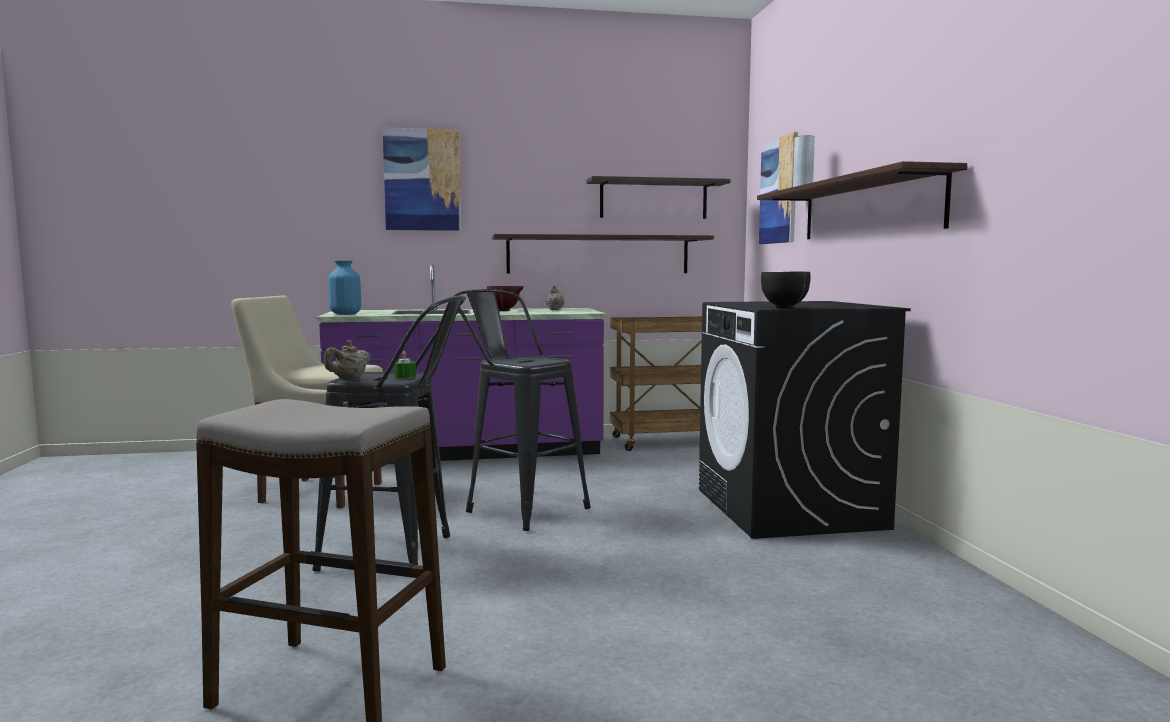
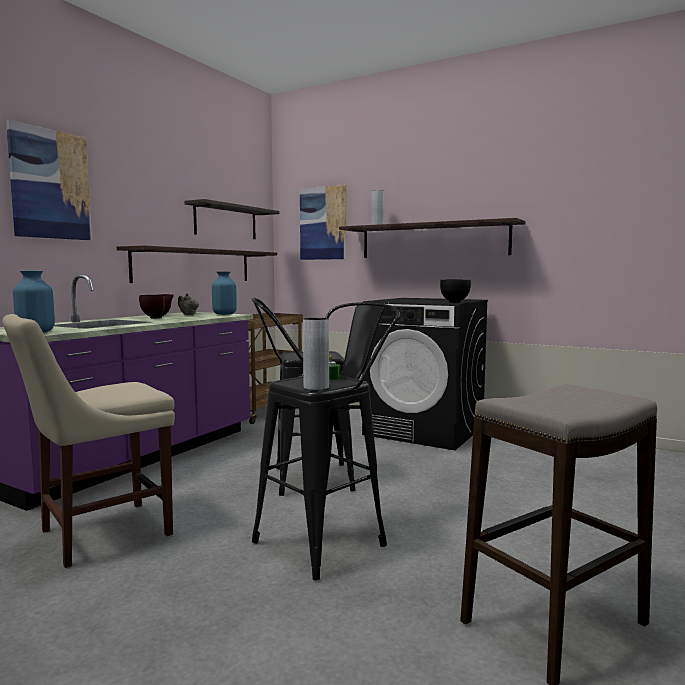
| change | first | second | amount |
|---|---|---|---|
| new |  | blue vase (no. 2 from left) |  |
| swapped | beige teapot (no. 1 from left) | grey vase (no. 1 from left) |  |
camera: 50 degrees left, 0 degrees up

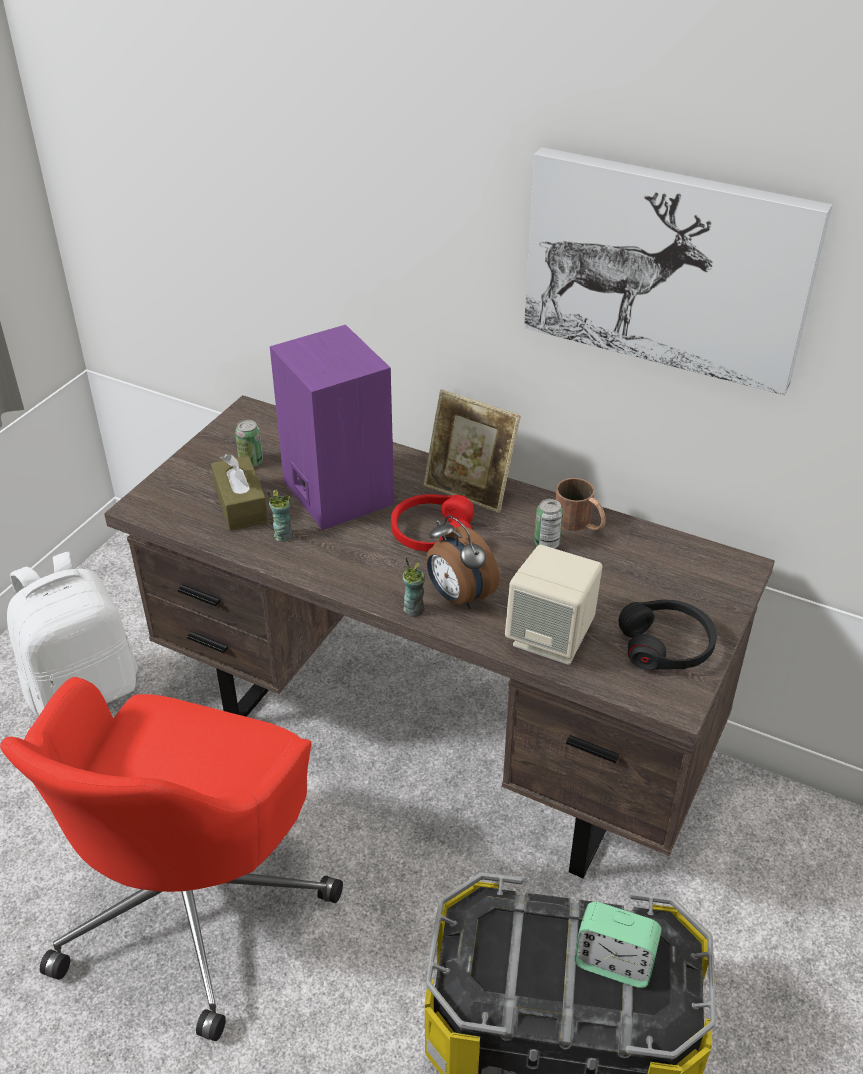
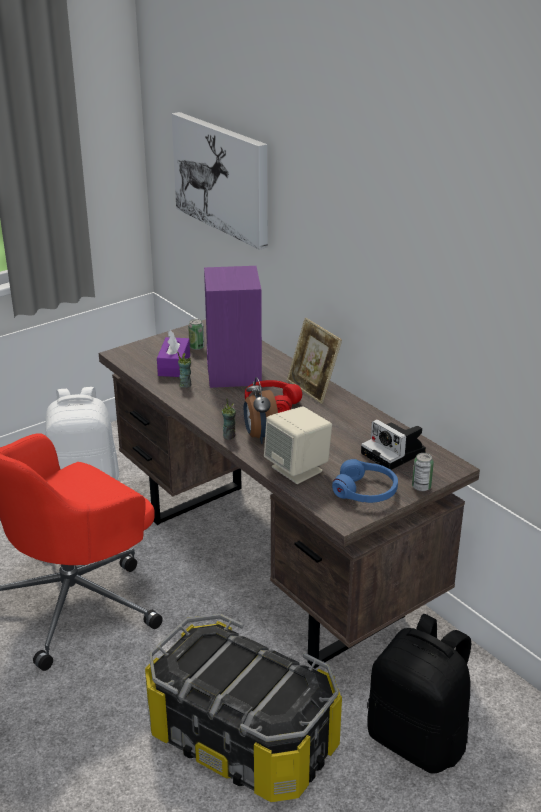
| change | first | second | amount |
|---|---|---|---|
| gone | brown mug |  |  |
| gone | alarm clock (no. 2 from left) |  |  |
| new |  | photo camera |  |
| new |  | black backpack |  |
| shifted | picture |  |  |
| shifted | can (no. 2 from left) |  |  |
| repainted | brown tissue box | purple tissue box |  |
| repainted | black headphones | blue headphones |  |
camera: 25 degrees right, 10 degrees down

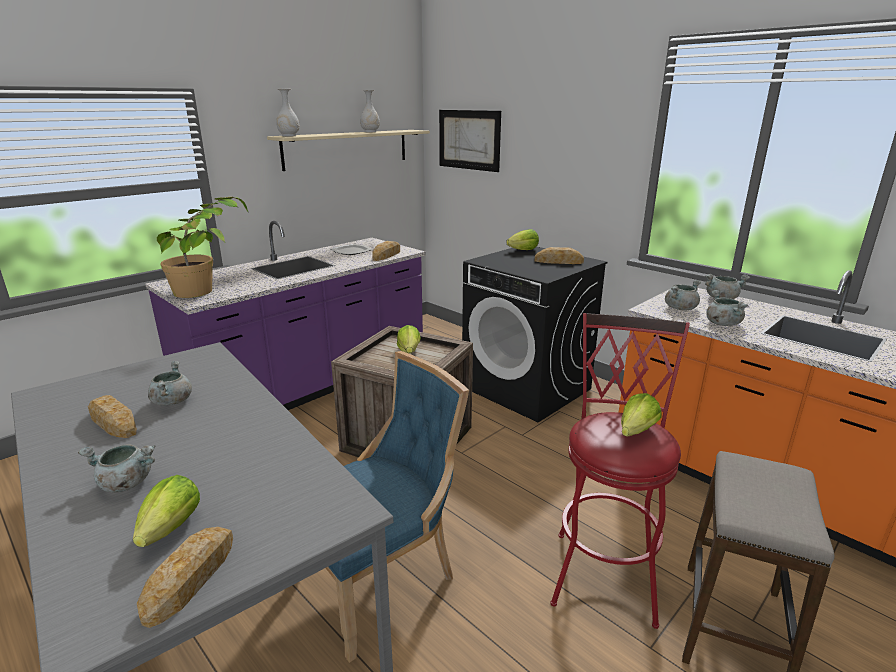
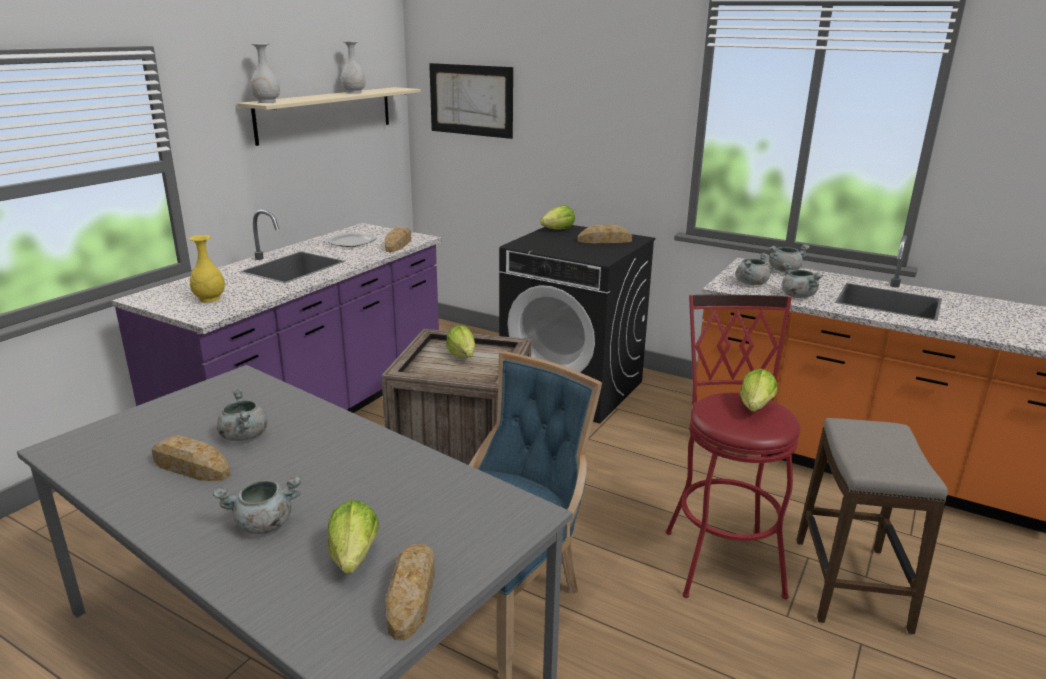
| change | first | second | amount |
|---|---|---|---|
| swapped | potted plant | yellow vase |  |
camera: 15 degrees left, 0 degrees up

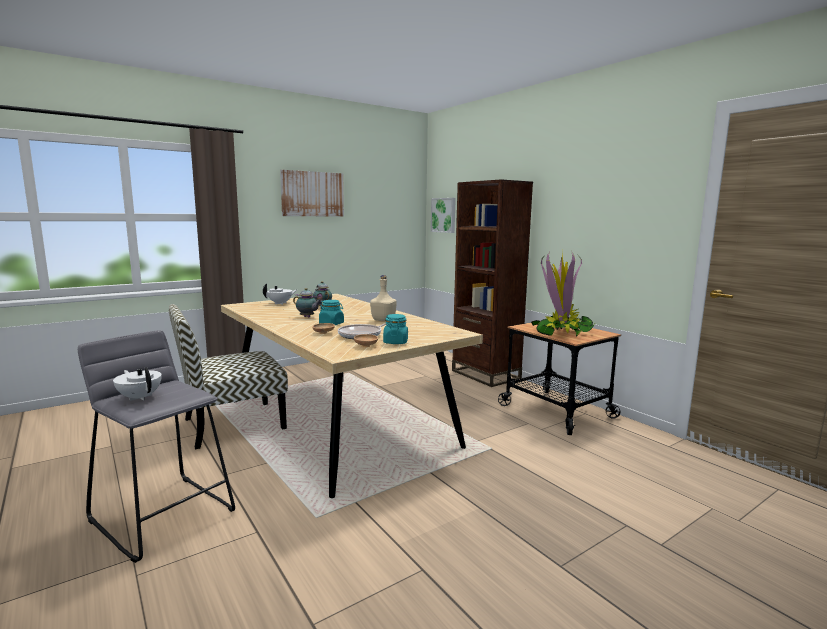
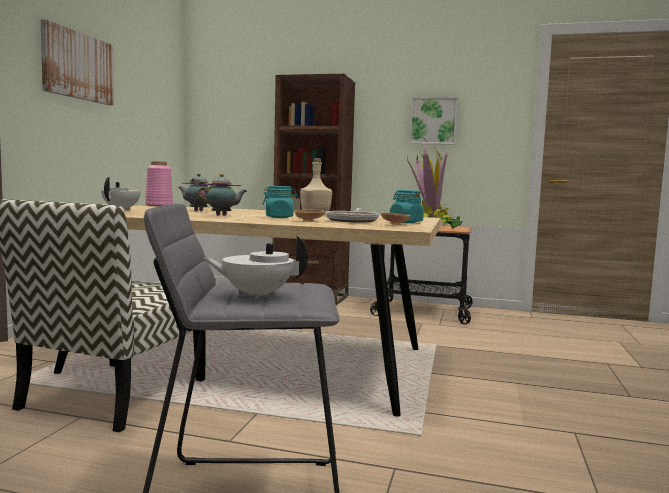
| change | first | second | amount |
|---|---|---|---|
| new |  | pink vase |  |
| shifted | picture (no. 2 from left) |  |  |
camera: 40 degrees left, 5 degrees down

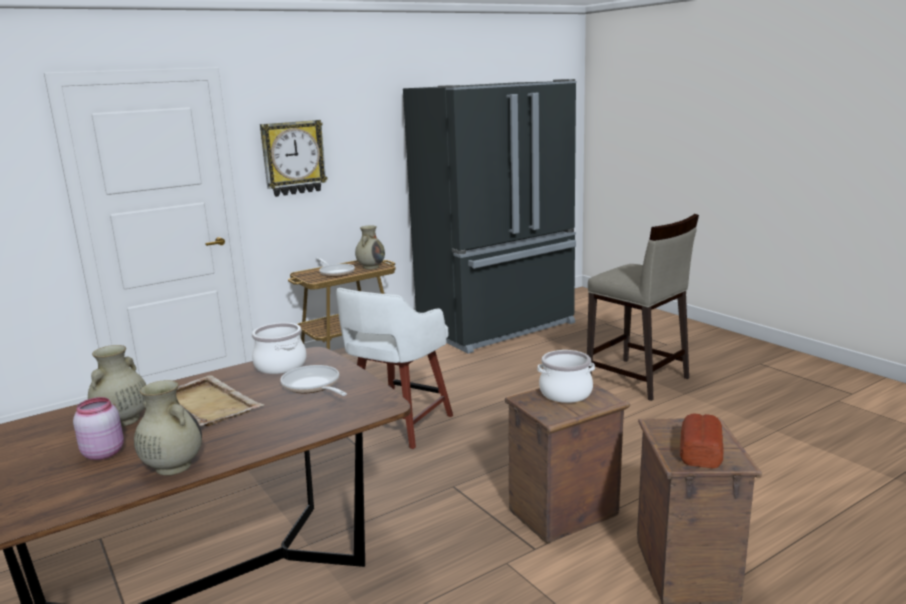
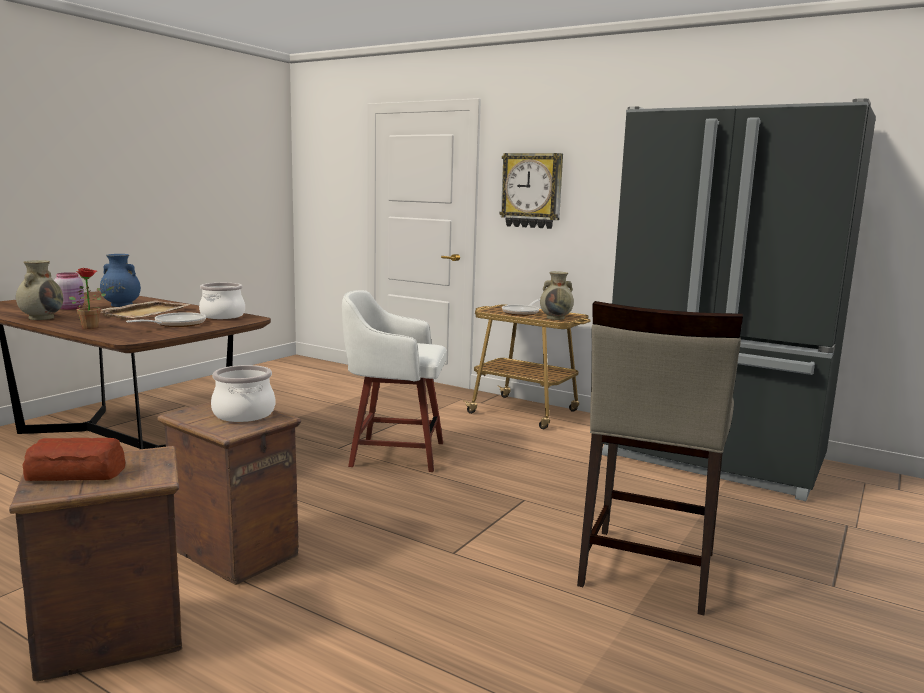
| change | first | second | amount |
|---|---|---|---|
| new |  | potted plant |  |
| repainted | beige vase (no. 1 from left) | blue vase |  |
camera: 65 degrees right, 5 degrees down

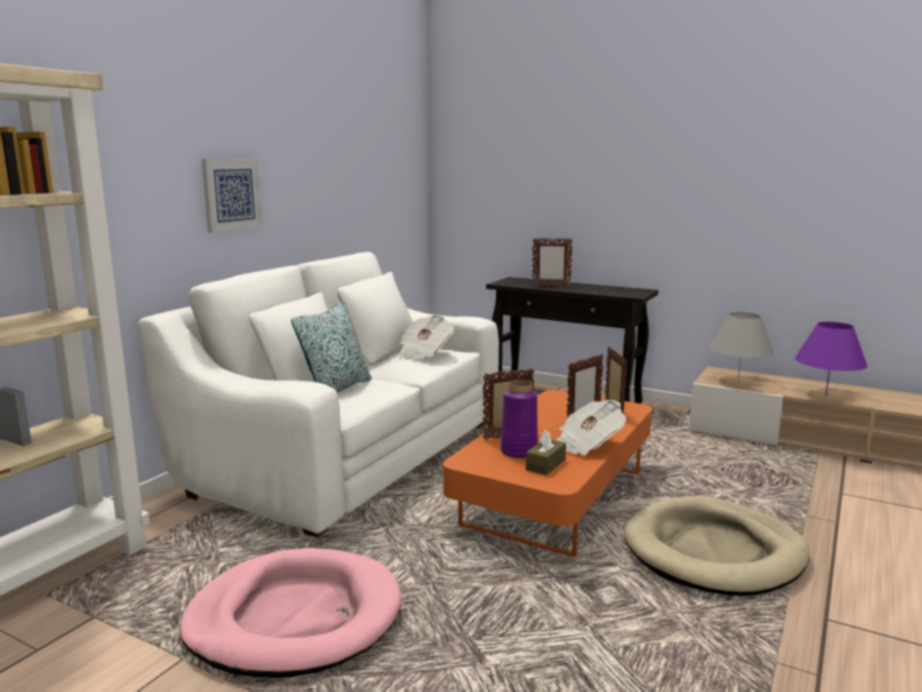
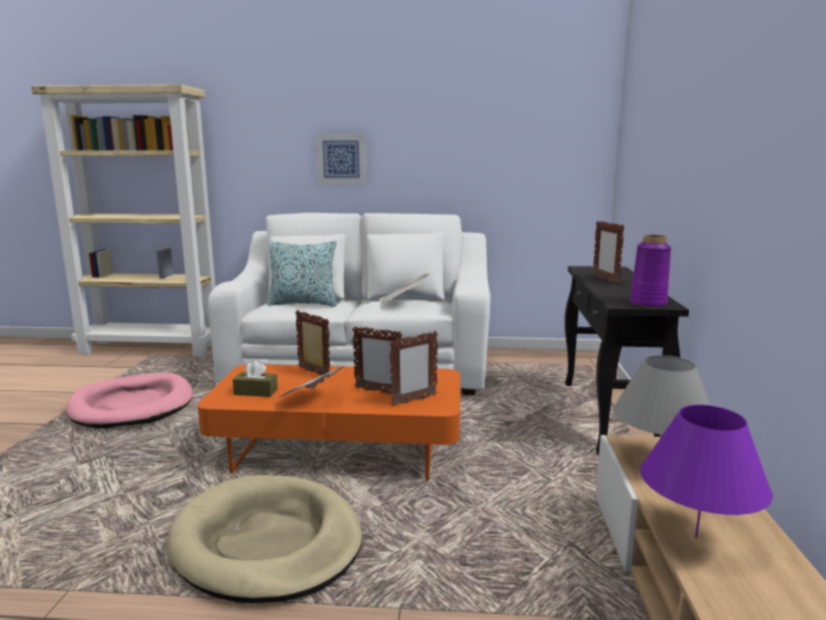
| change | first | second | amount |
|---|---|---|---|
| shifted | purple vase |  |  |
camera: 65 degrees right, 0 degrees up

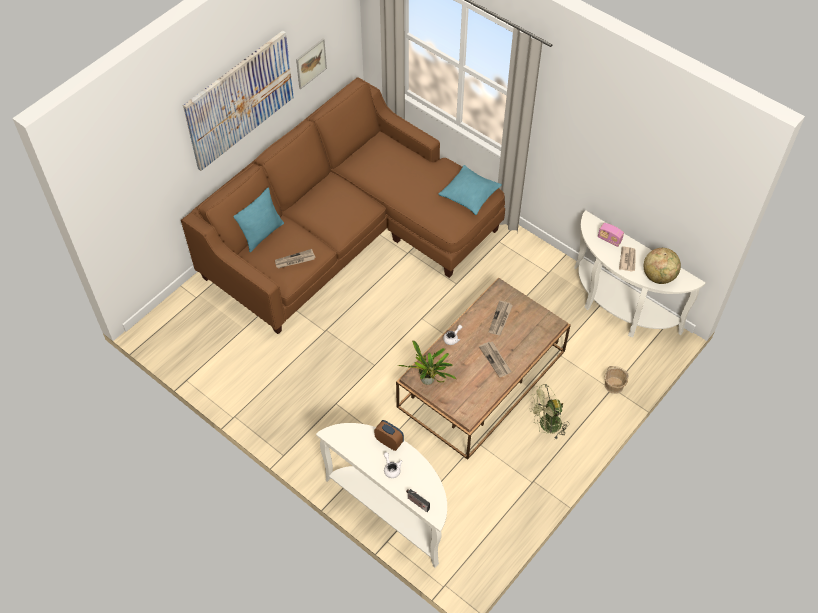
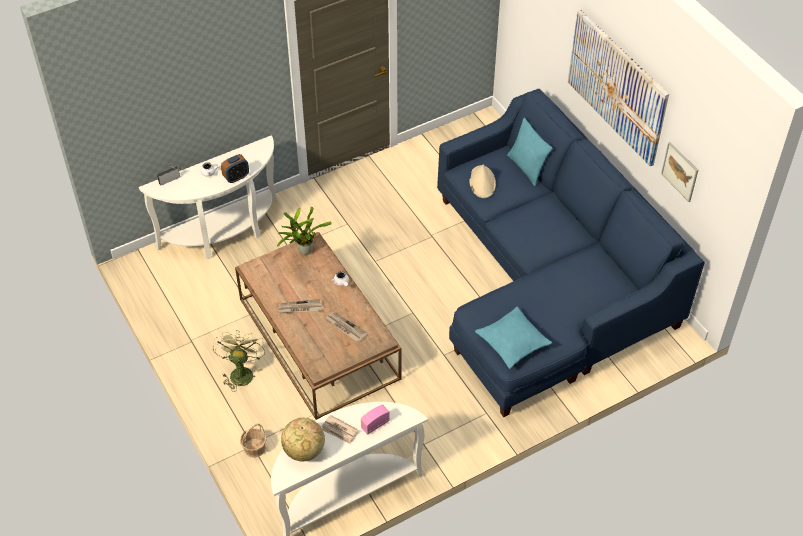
| change | first | second | amount |
|---|---|---|---|
| swapped | newspaper (no. 1 from left) | beige hat |  |
| repainted | brown sofa | blue sofa |  |
camera: 110 degrees right, 5 degrees down

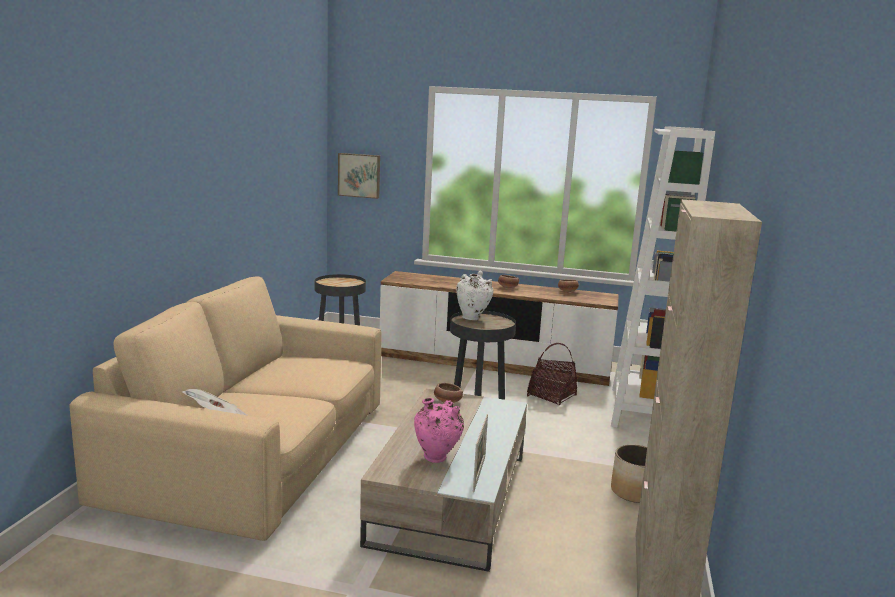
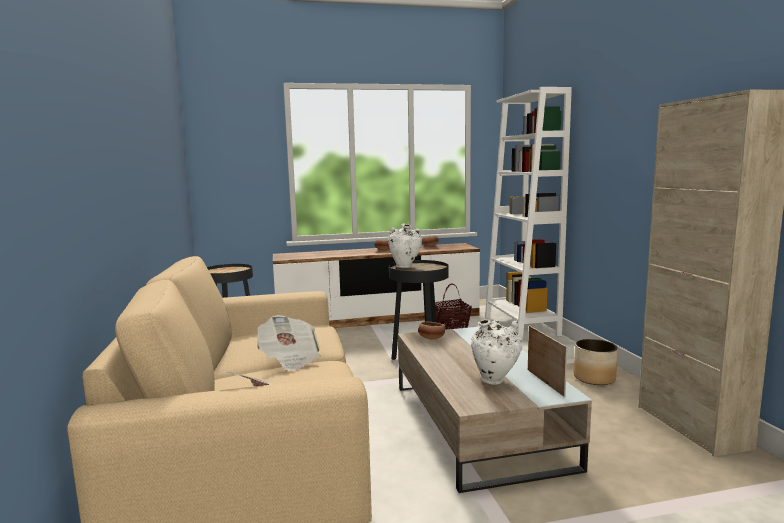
| change | first | second | amount |
|---|---|---|---|
| gone | picture |  |  |
| new |  | newspaper (no. 2 from left) |  |
| repainted | pink vase | white vase (no. 2 from left) |  |
camera: 25 degrees left, 5 degrees down

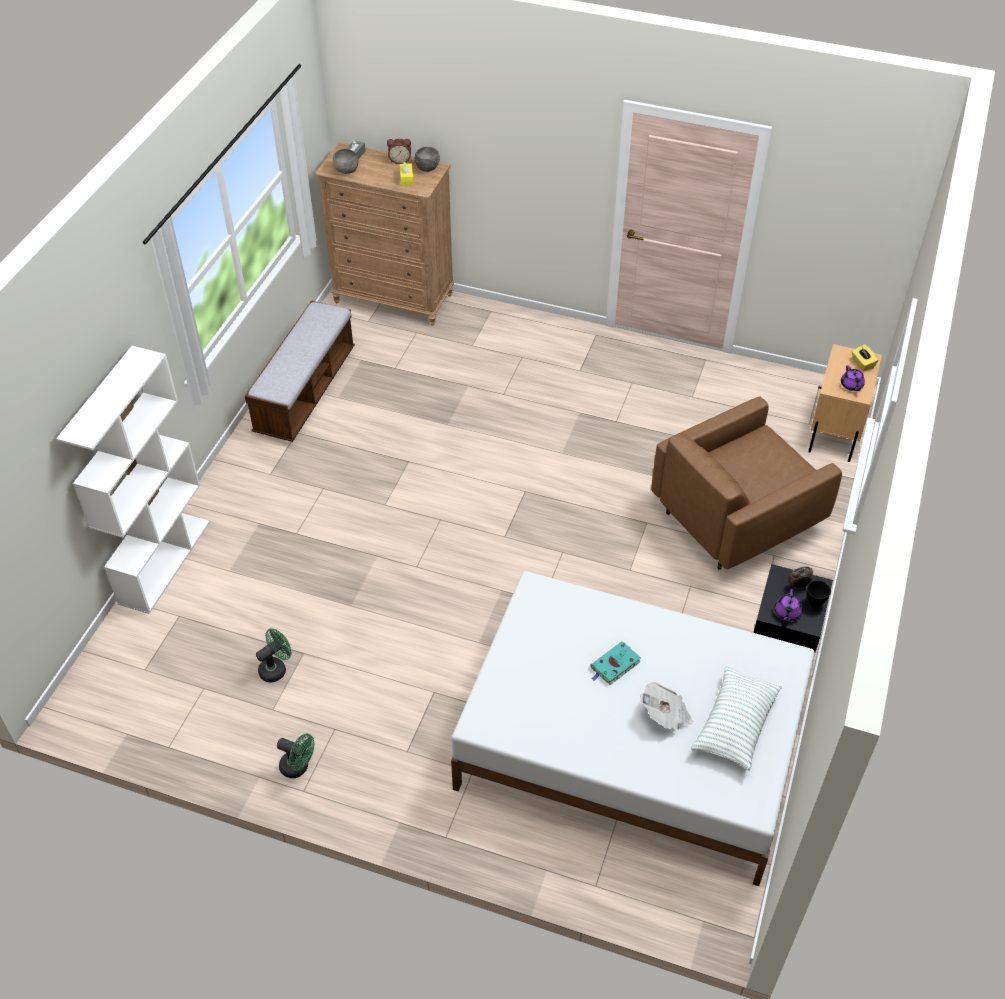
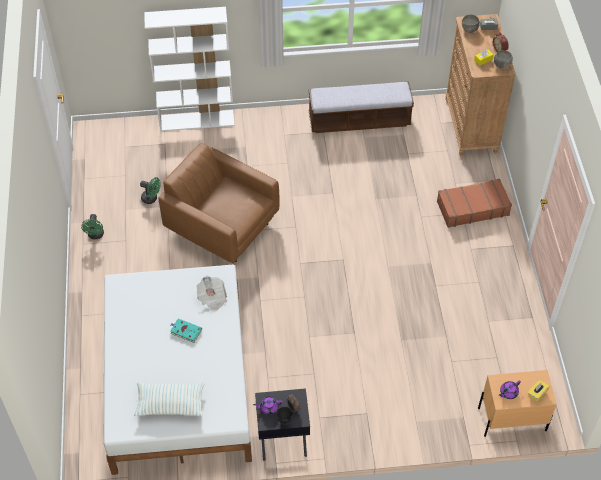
| change | first | second | amount |
|---|---|---|---|
| new |  | brown suitcase |  |
| shifted | newspaper |  |  |
| shifted | brown armchair |  |  |
camera: 65 degrees right, 5 degrees up

